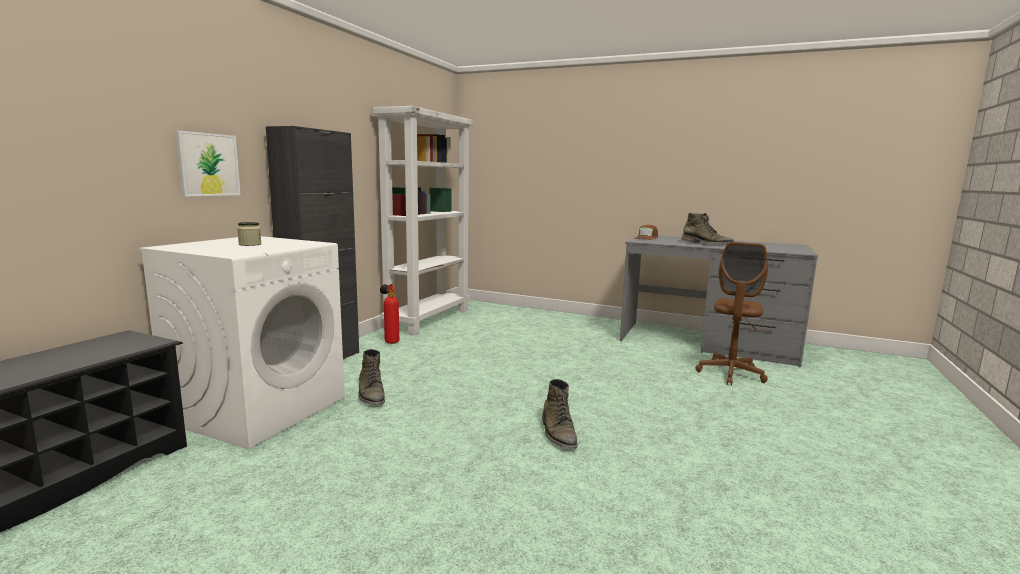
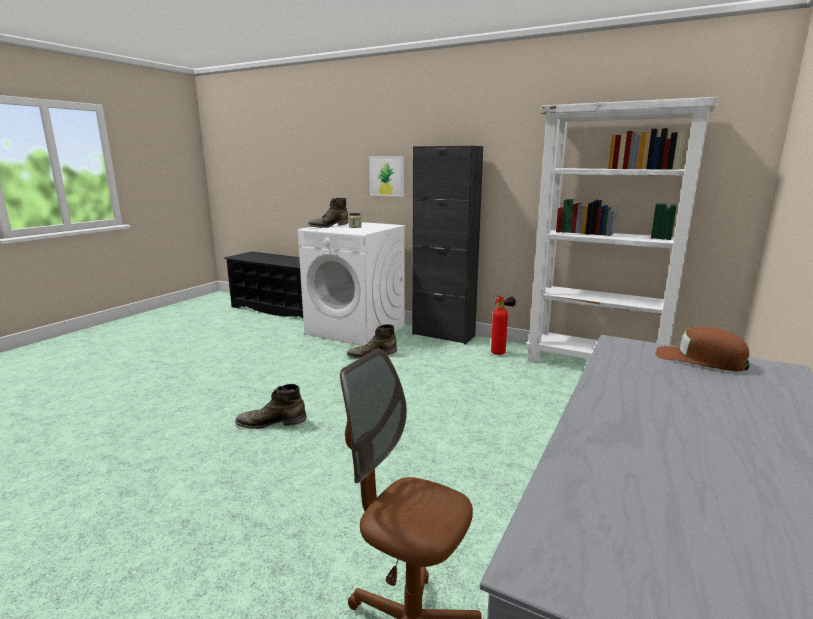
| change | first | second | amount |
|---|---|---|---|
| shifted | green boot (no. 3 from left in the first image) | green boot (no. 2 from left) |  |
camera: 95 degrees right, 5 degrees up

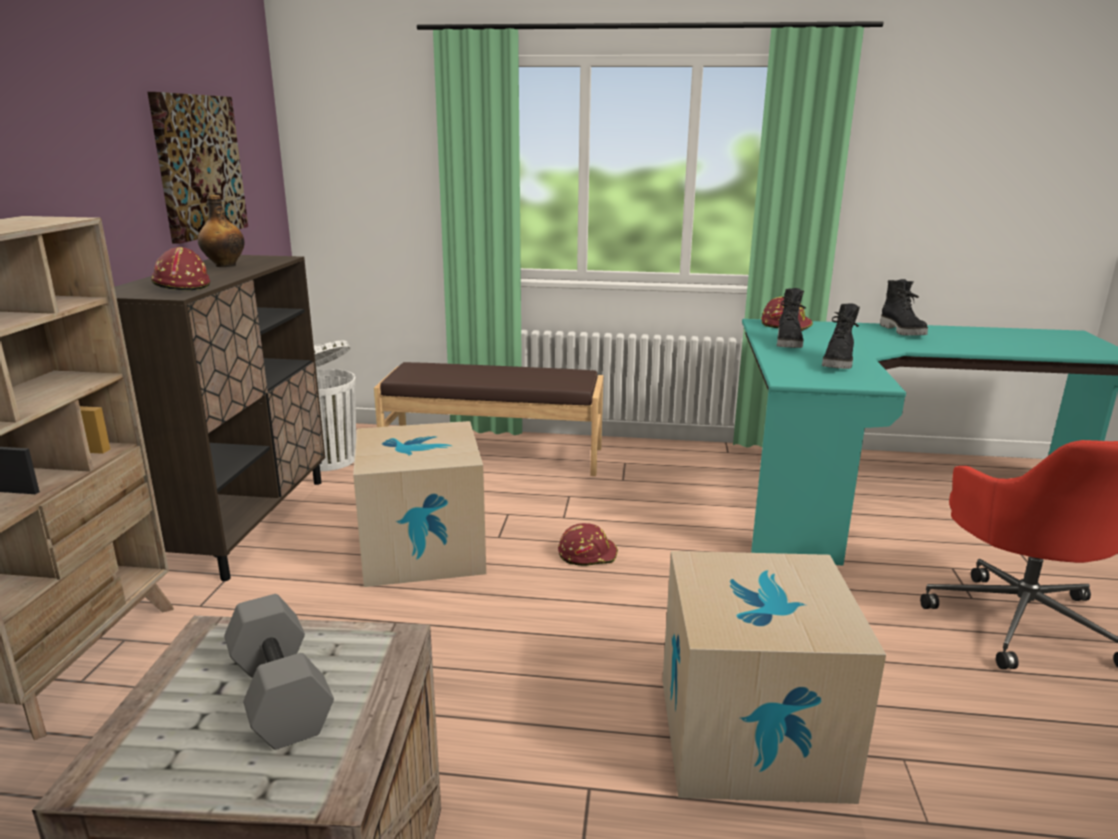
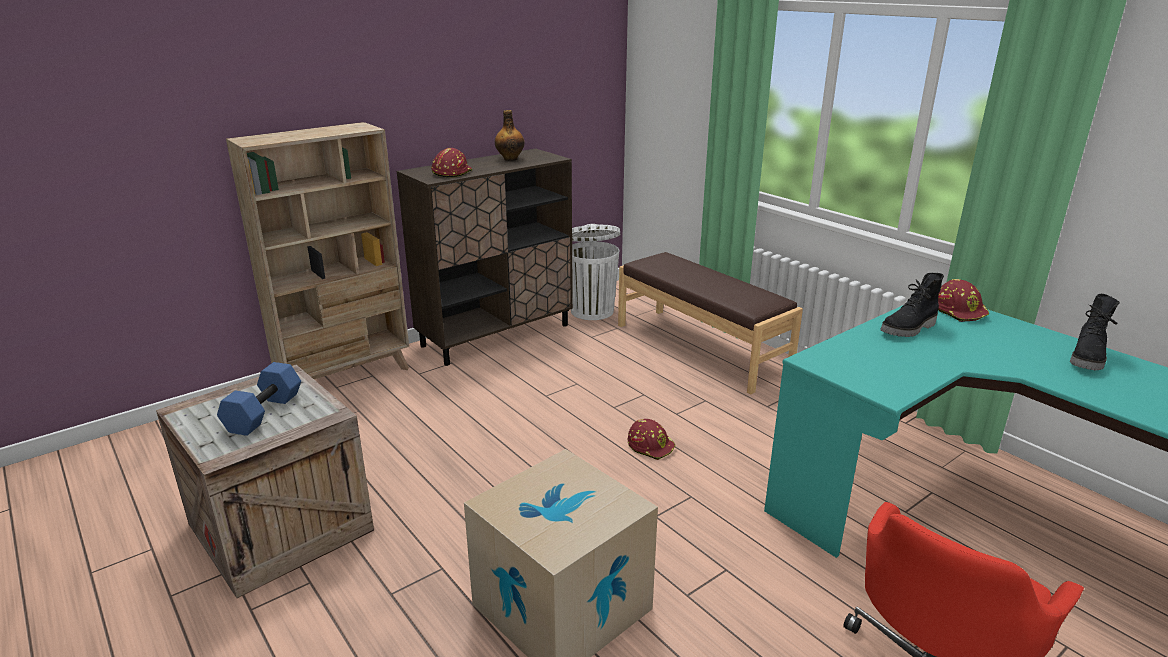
| change | first | second | amount |
|---|---|---|---|
| gone | picture |  |  |
| gone | cardboard box (no. 1 from left) |  |  |
| gone | black boot (no. 2 from left) |  |  |
| repainted | grey dumbbell | blue dumbbell |  |
camera: 45 degrees right, 5 degrees up

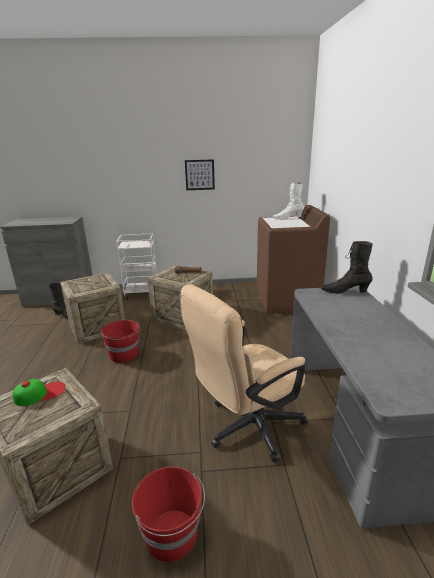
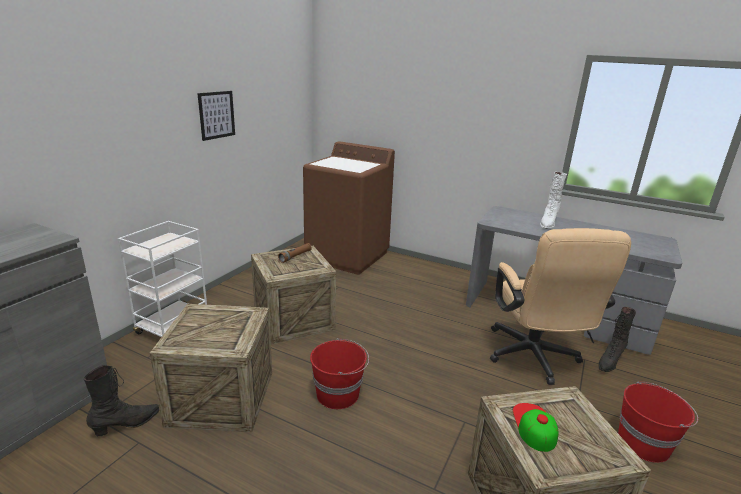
| change | first | second | amount |
|---|---|---|---|
| shifted | white boot |  |  |
| shifted | black boot (no. 2 from left) |  |  |
camera: 60 degrees left, 0 degrees up

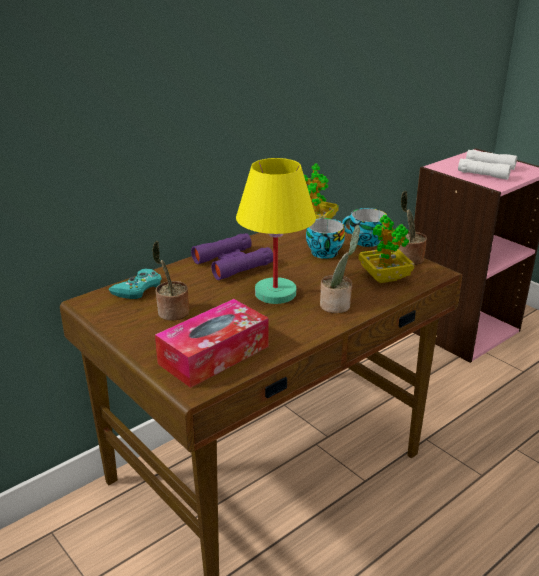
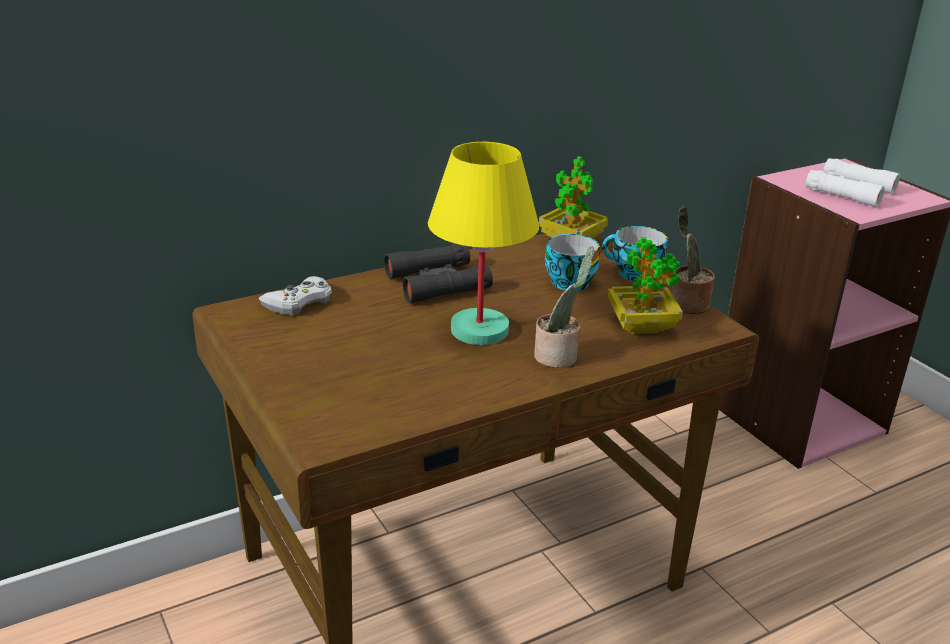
| change | first | second | amount |
|---|---|---|---|
| gone | potted plant (no. 1 from left) |  |  |
| gone | tissue box |  |  |
| repainted | turquoise game controller | white game controller |  |
| repainted | purple binoculars | black binoculars |  |
camera: 10 degrees right, 0 degrees up

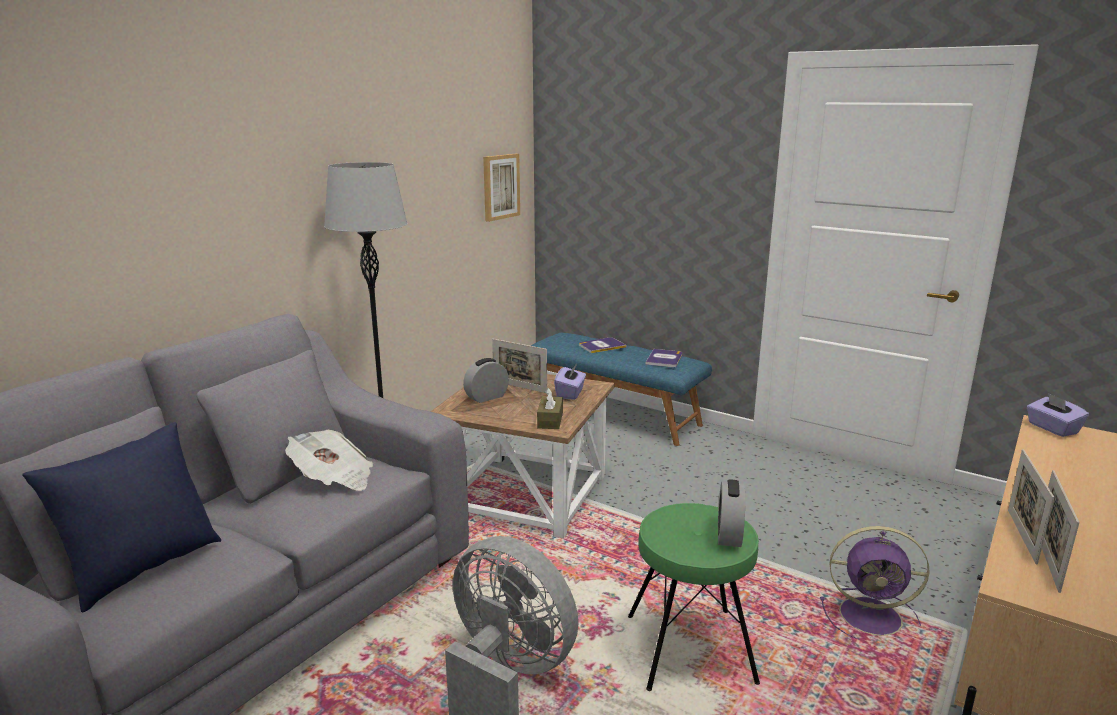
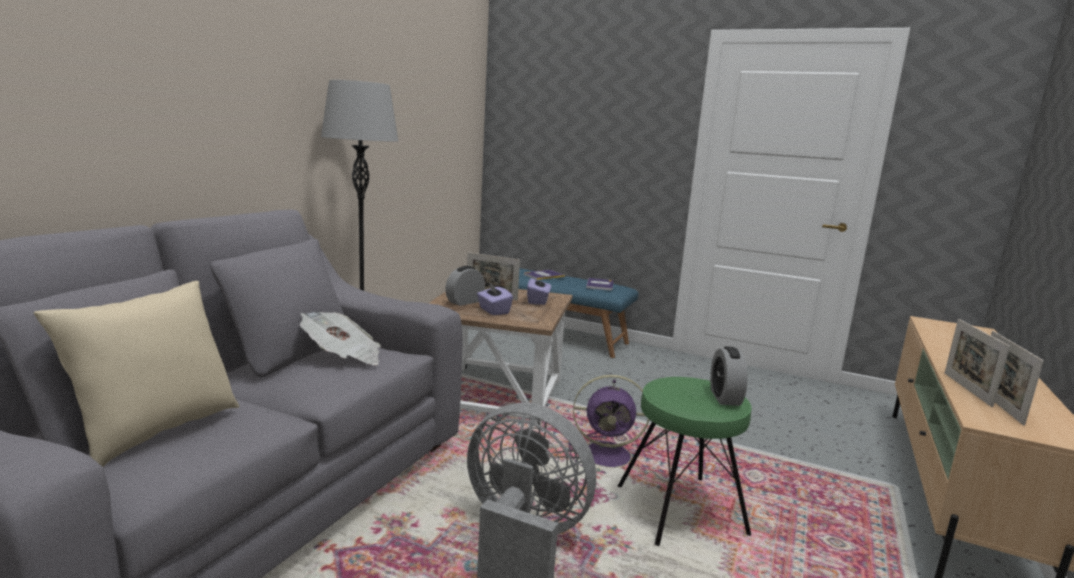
| change | first | second | amount |
|---|---|---|---|
| gone | picture |  |  |
| gone | brown tissue box |  |  |
| shifted | purple fan |  |  |
| shifted | purple tissue box (no. 2 from left in the first image) | purple tissue box (no. 1 from left) |  |
| repainted | blue pillow | beige pillow |  |
camera: 10 degrees left, 5 degrees down

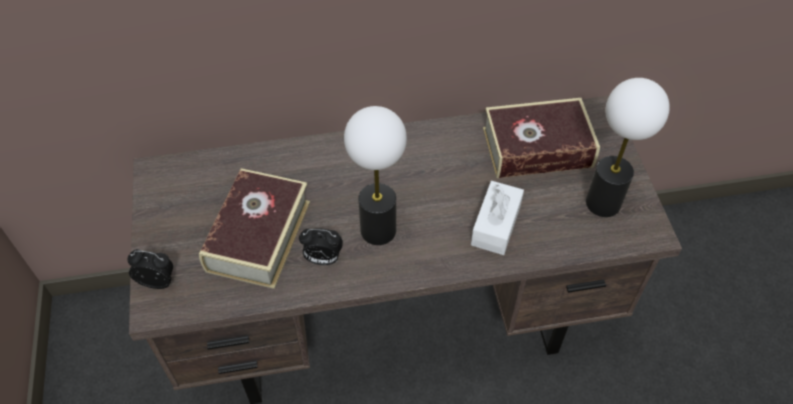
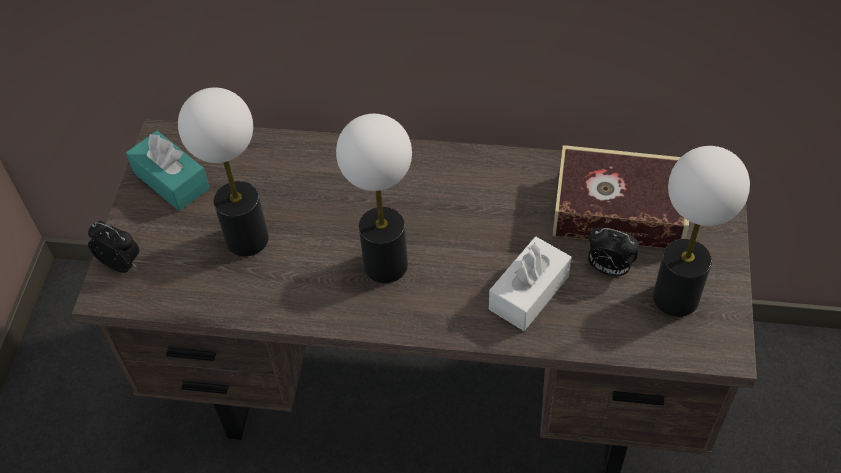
| change | first | second | amount |
|---|---|---|---|
| new |  | turquoise tissue box |  |
| shifted | alarm clock (no. 2 from left) |  |  |
| swapped | book (no. 1 from left) | table lamp (no. 1 from left) |  |
camera: 20 degrees right, 0 degrees up

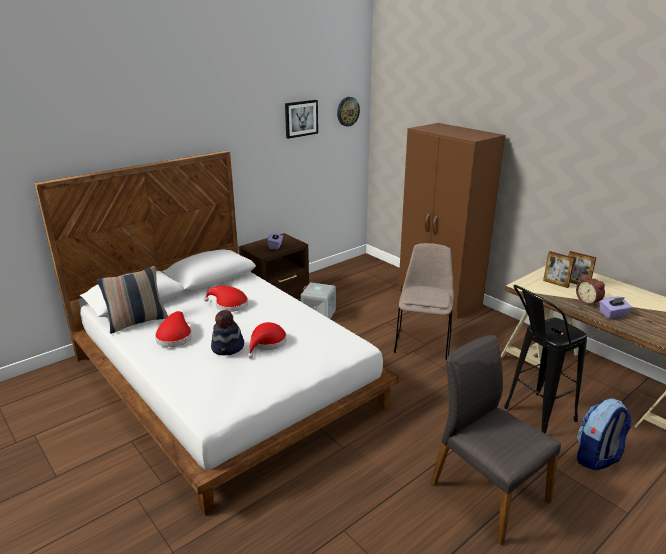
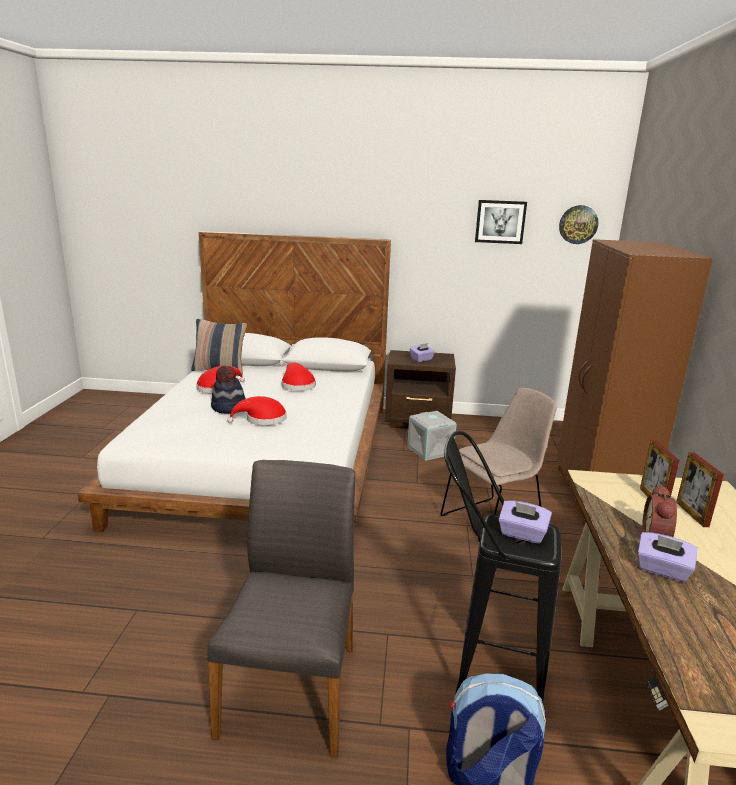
| change | first | second | amount |
|---|---|---|---|
| new |  | purple tissue box (no. 2 from left) |  |
camera: 45 degrees right, 5 degrees down

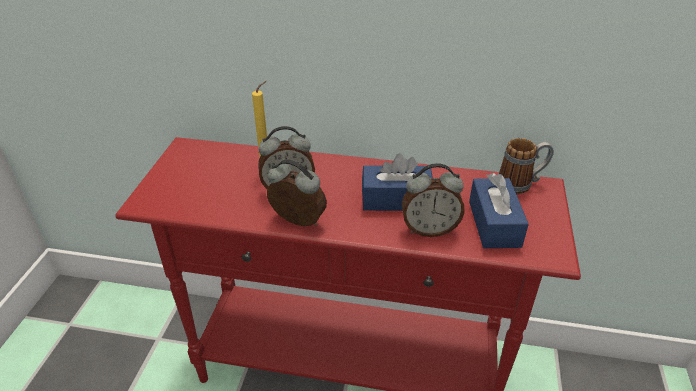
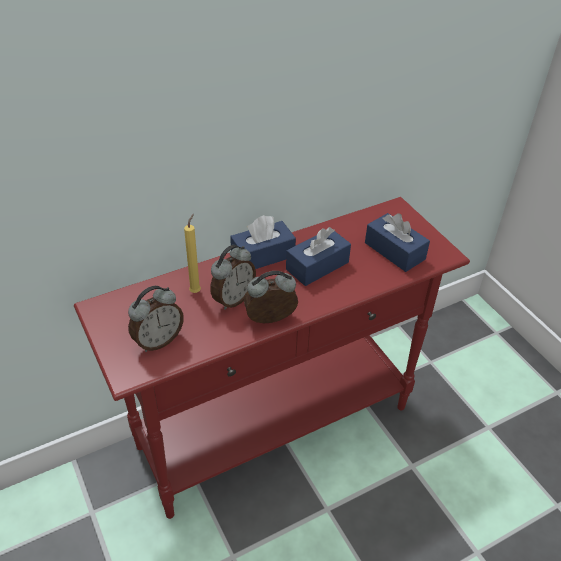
| change | first | second | amount |
|---|---|---|---|
| gone | mug |  |  |
| new |  | blue tissue box (no. 1 from left) |  |
| shifted | alarm clock (no. 3 from left in the first image) | alarm clock (no. 1 from left) |  |
camera: 40 degrees left, 5 degrees up

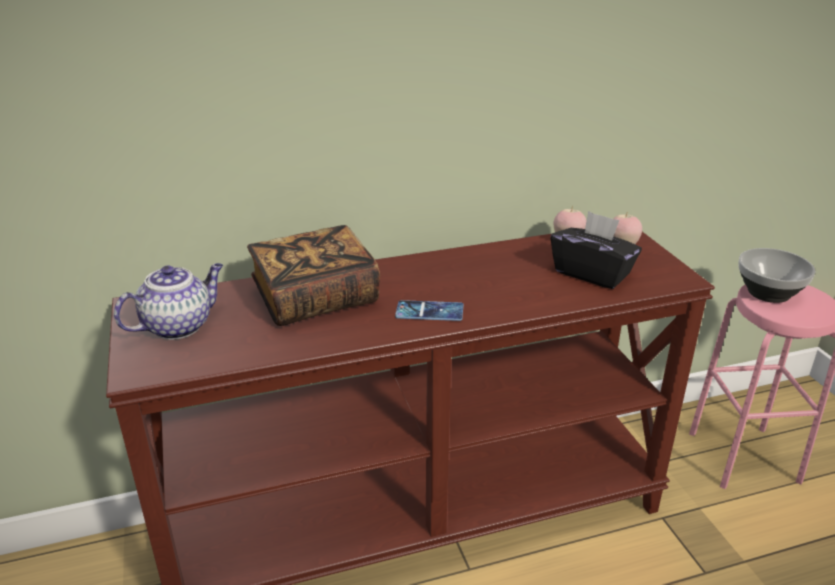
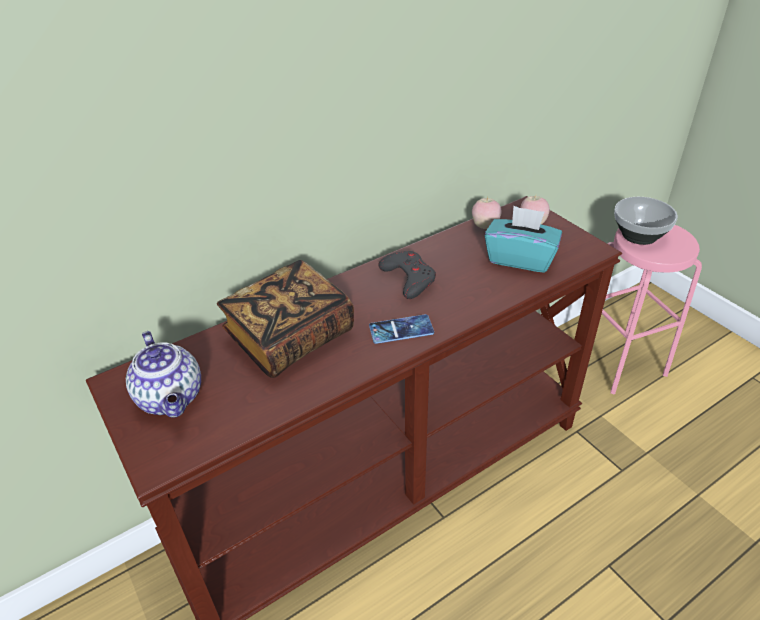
| change | first | second | amount |
|---|---|---|---|
| new |  | grey game controller |  |
| repainted | black tissue box | turquoise tissue box |  |
| rotated | teapot |  | 120 degrees clockwise |
camera: 15 degrees left, 10 degrees up

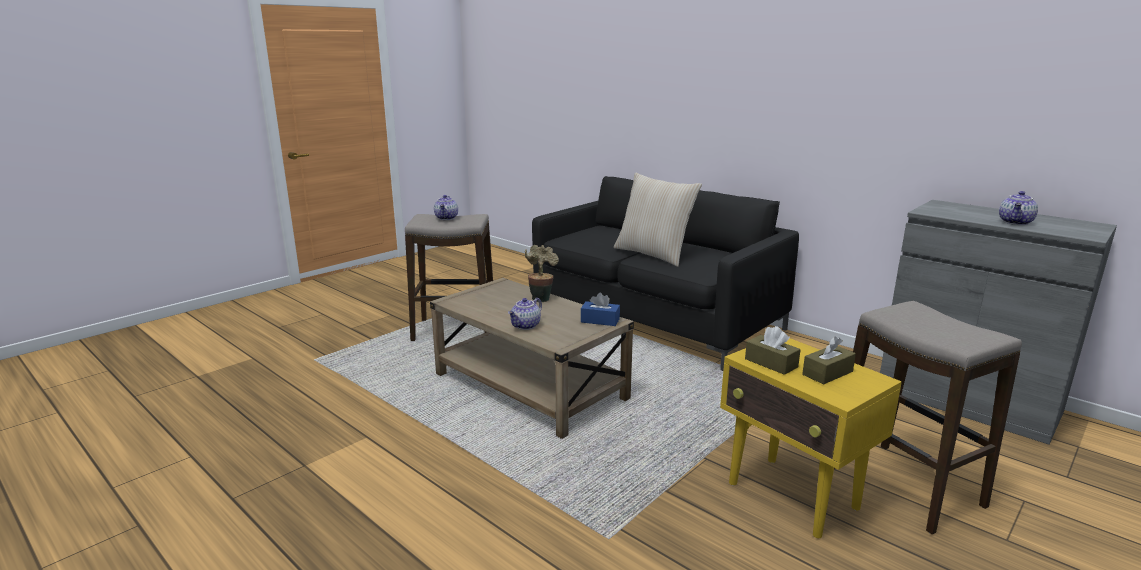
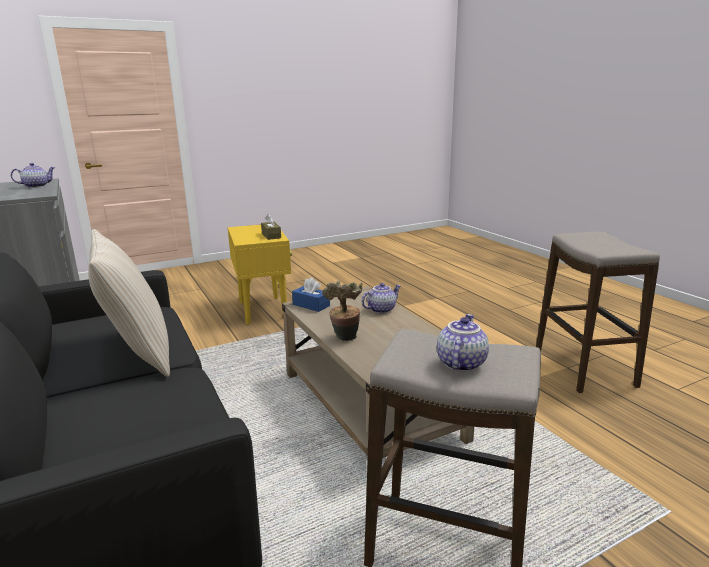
| change | first | second | amount |
|---|---|---|---|
| gone | brown tissue box (no. 2 from left) |  |  |
| shifted | stool (no. 2 from left) |  |  |
camera: 160 degrees left, 0 degrees up

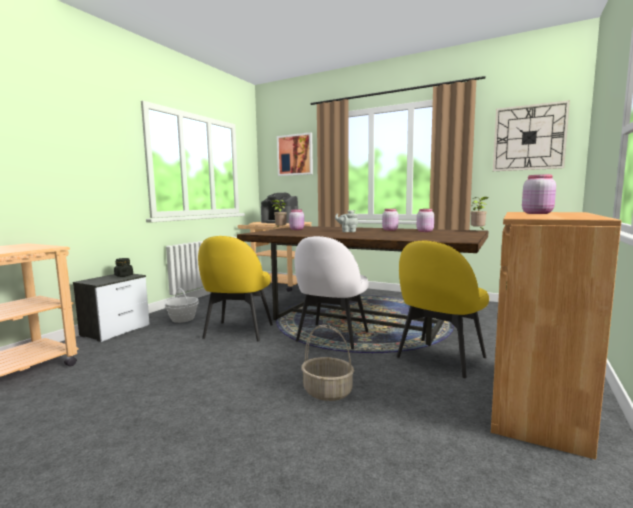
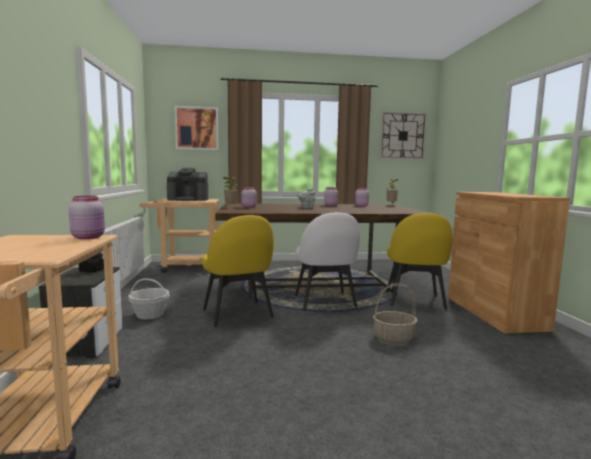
| change | first | second | amount |
|---|---|---|---|
| shifted | pink jar (no. 4 from left in the first image) | pink jar (no. 1 from left) |  |
camera: 35 degrees left, 0 degrees up

